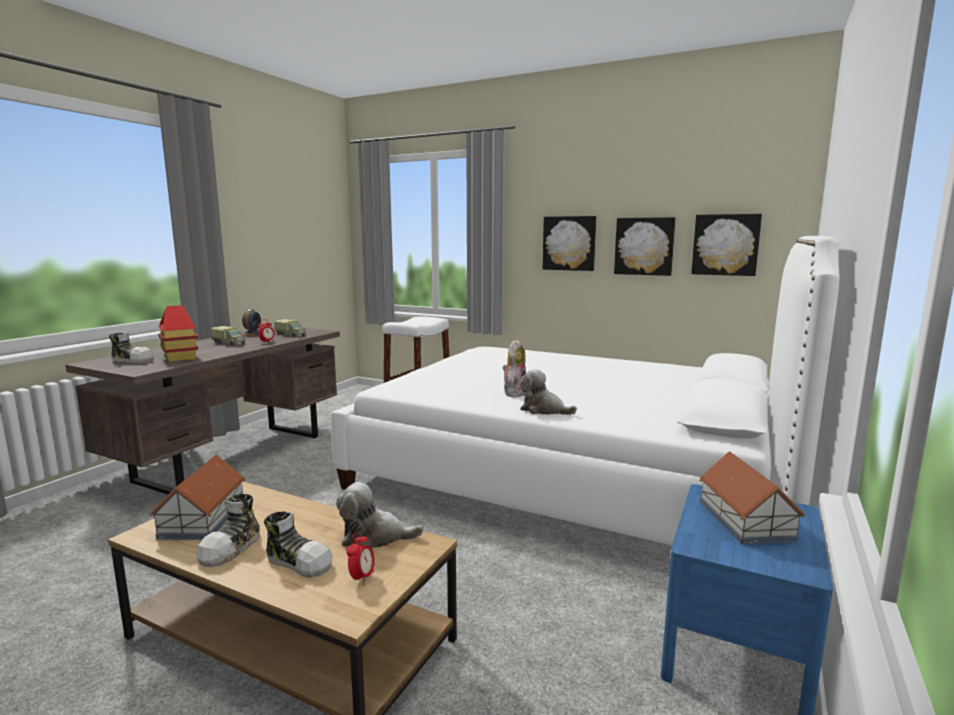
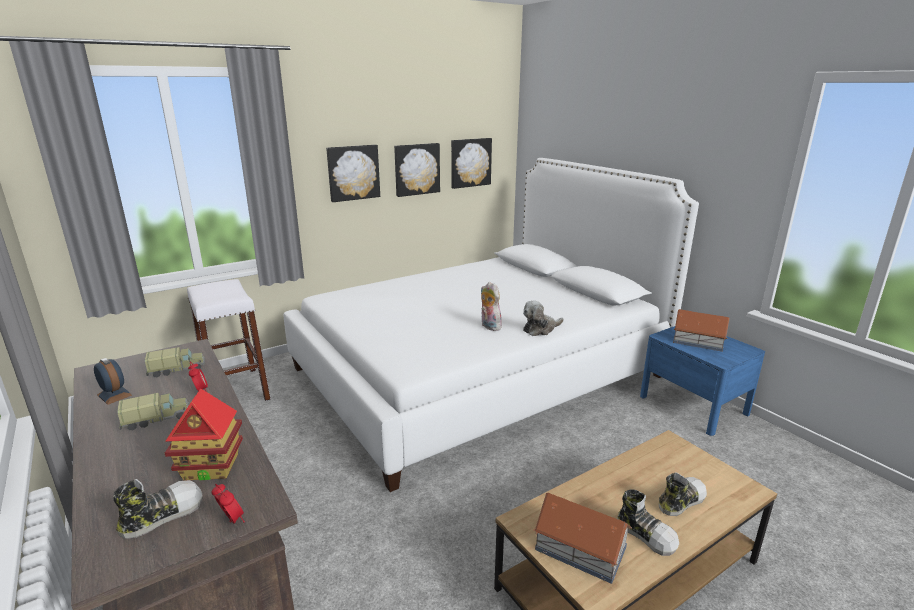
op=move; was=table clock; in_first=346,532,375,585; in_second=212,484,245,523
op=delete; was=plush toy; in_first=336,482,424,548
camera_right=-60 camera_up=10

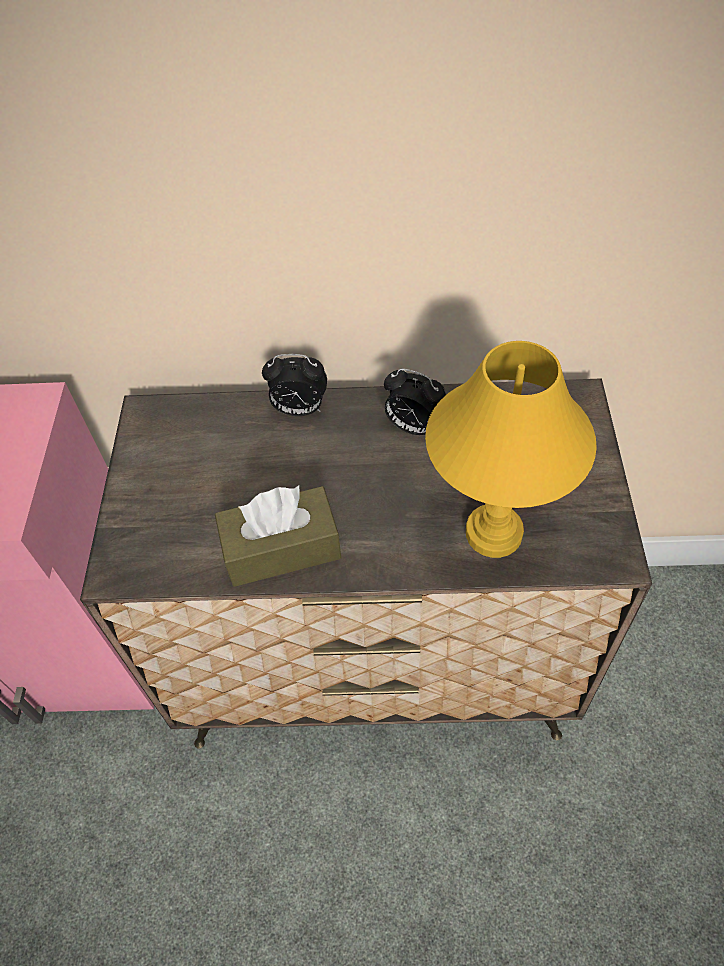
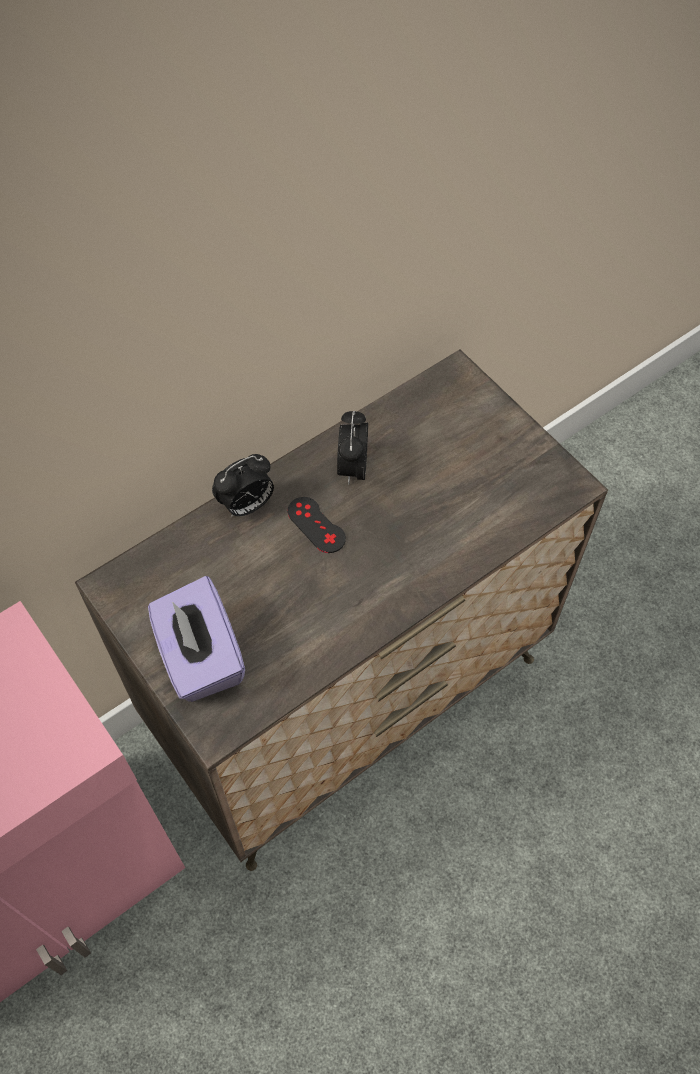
op=insert; now=purplish tissue holder; in_second=148,576,245,702
op=insert; now=black-coloured game controller; in_second=287,497,346,553
op=rotate; was=table clock; in_first=384,368,446,435; in_second=337,411,368,485; clockwise=105
op=delete; was=brown-coloured tissue holder; in_first=215,486,341,587
op=delete; was=yellow lamp for a table; in_first=425,341,597,558
camera_right=-40 camera_up=5

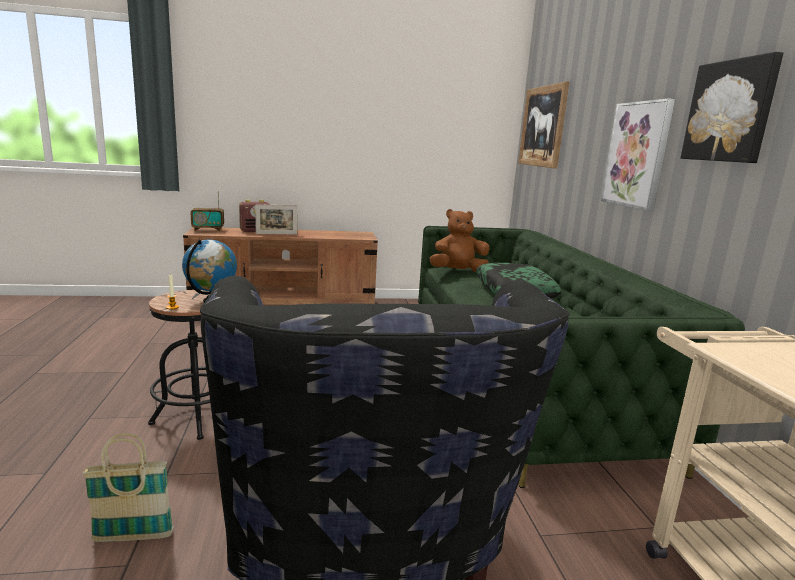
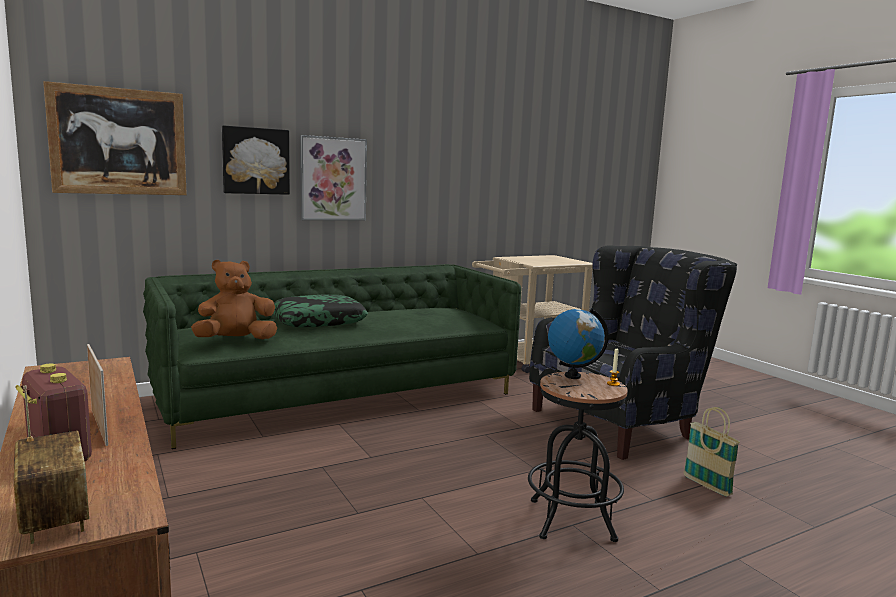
op=rotate; was=brown-coloured plush toy; in_first=430,209,489,272; in_second=191,260,277,339; clockwise=90
op=move; was=picture; in_first=681,52,783,163; in_second=222,126,290,195
camera_right=-110 camera_up=-5

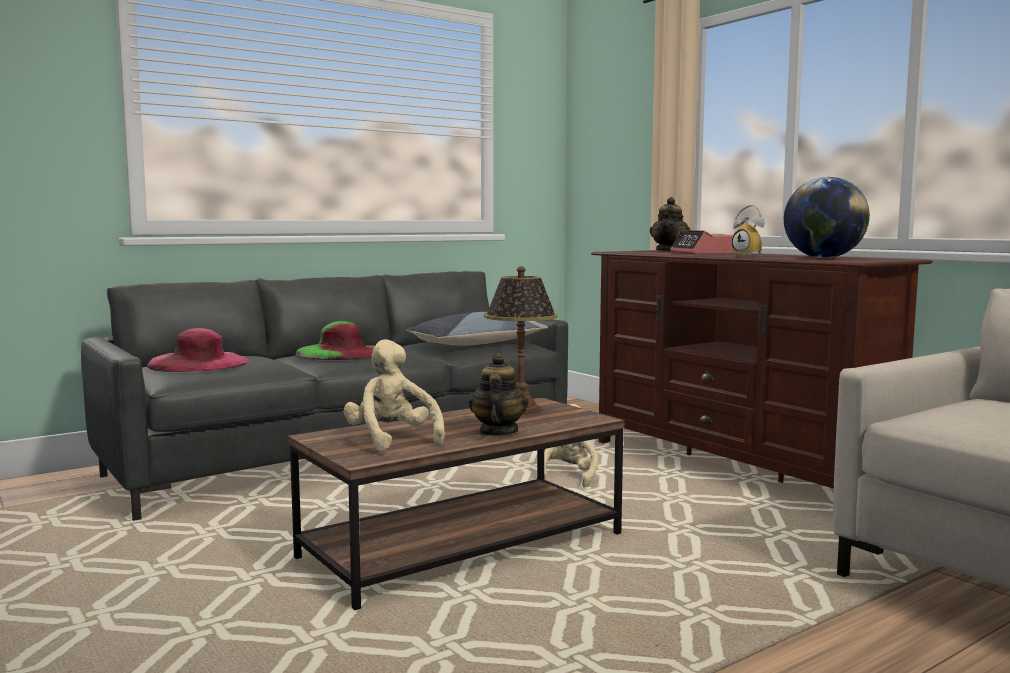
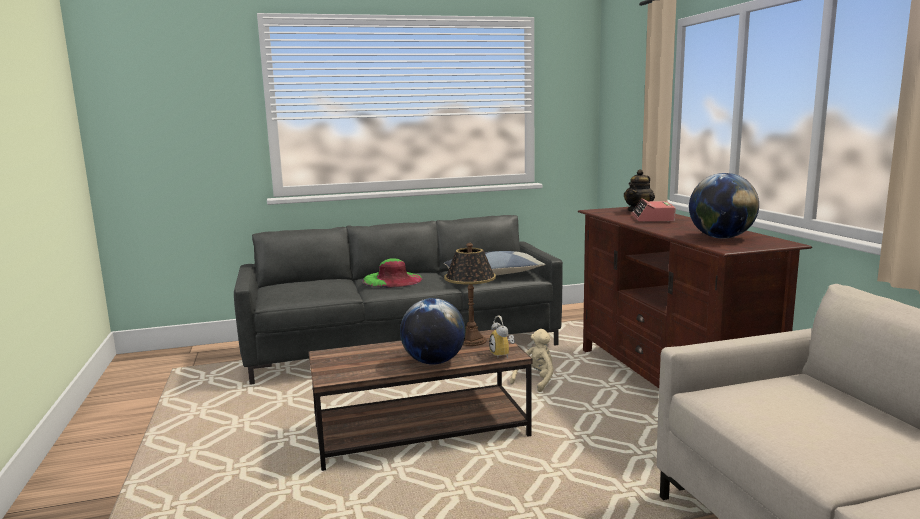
op=replace; was=teapot; now=globe; in_first=468,353,529,436; in_second=400,298,466,365
op=move; was=table clock; in_first=731,205,765,257; in_second=489,315,515,358
op=delete; was=pink clothing hat; in_first=147,328,249,372
op=delete; was=beige plush toy; in_first=343,339,445,452
camera_right=20 camera_up=5

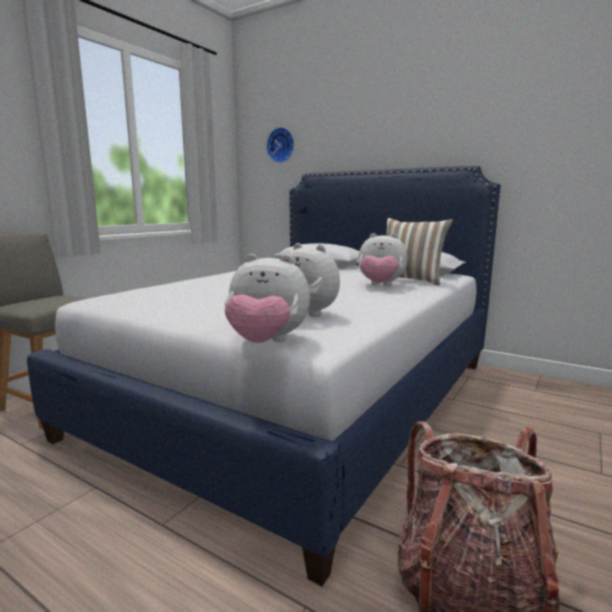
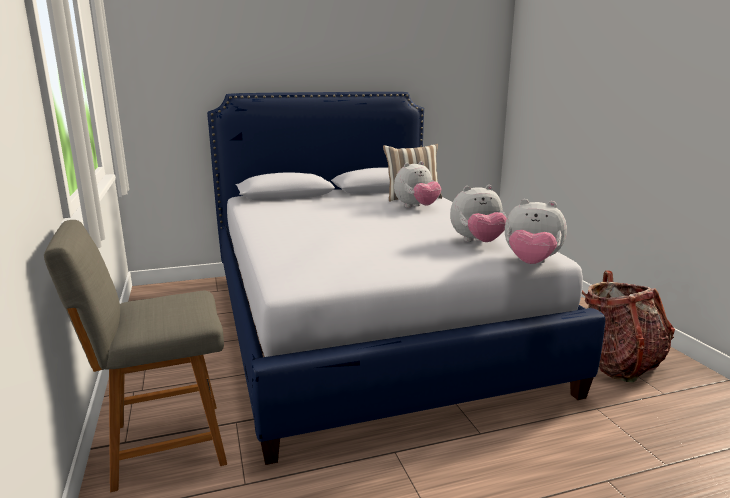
op=rotate; was=plush toy; in_first=225,254,310,343; in_second=505,199,567,264; clockwise=60
op=delete; was=hanging clock; in_first=266,127,294,163
camera_right=-50 camera_up=5

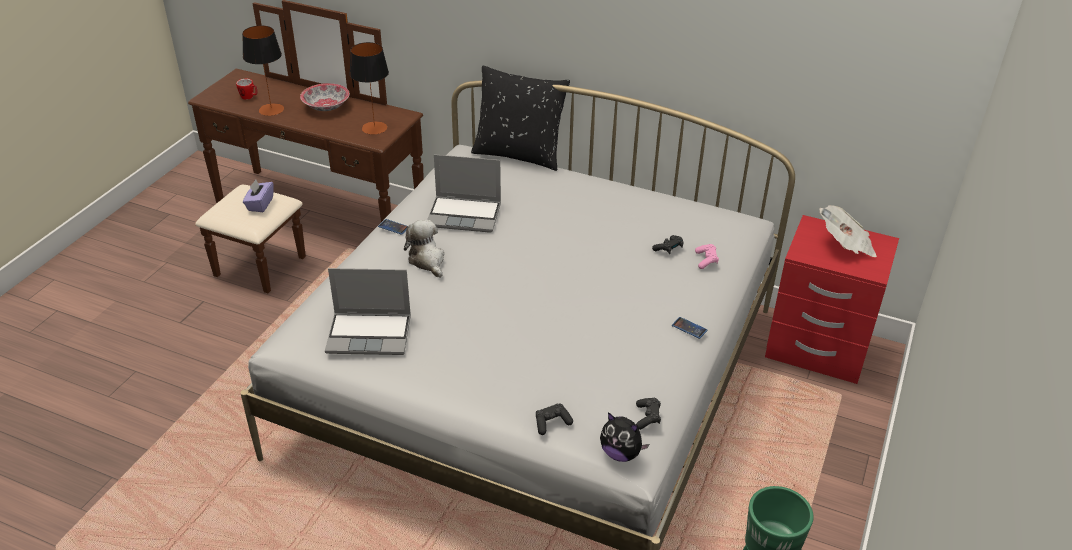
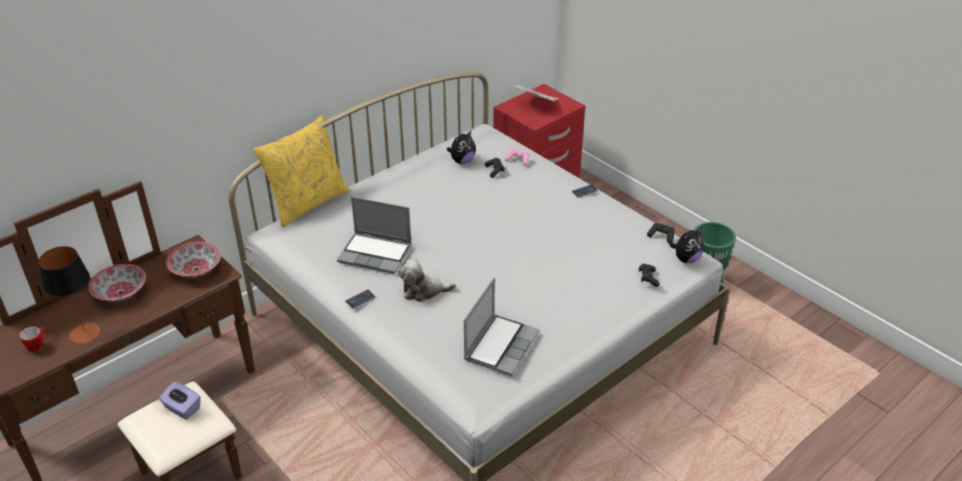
op=replace; was=lamp for a table; now=deep dish; in_first=349,42,389,134; in_second=166,242,221,278
op=recolor; was=black-coloured pillow; now=yellow pillow; in_first=471,66,570,171; in_second=253,115,350,227
op=rotate; was=laptop; in_first=427,154,501,233; in_second=337,197,412,274; clockwise=75
op=insert; now=plush toy; in_second=447,131,476,164
camera_right=-65 camera_up=0

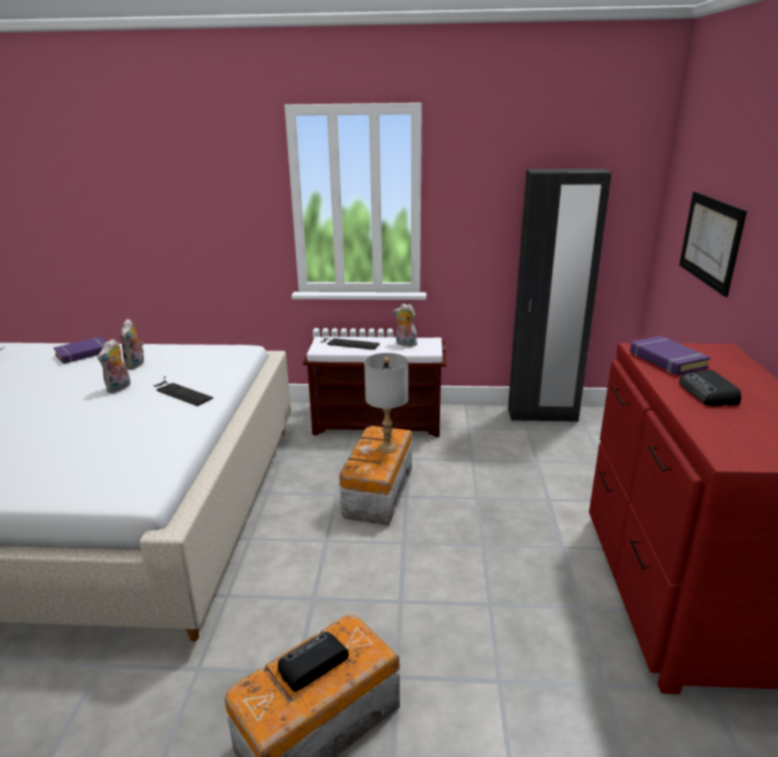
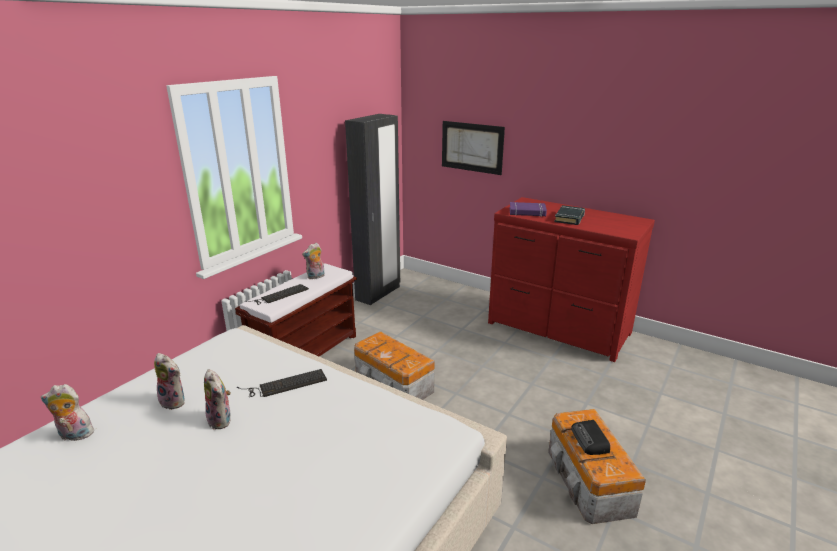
op=replace; was=purplish bound book; now=plush toy; in_first=54,336,107,364; in_second=41,384,94,441
op=replace; was=radio; now=black-coloured bound book; in_first=679,370,741,406; in_second=554,205,585,225
op=delete; was=greyish lamp for a table; in_first=364,353,408,453
camera_right=-60 camera_up=0

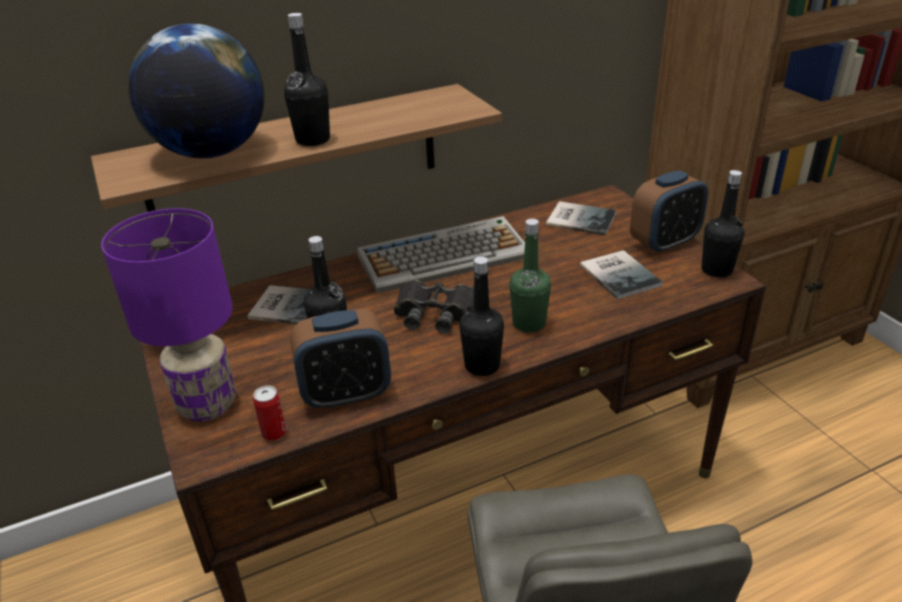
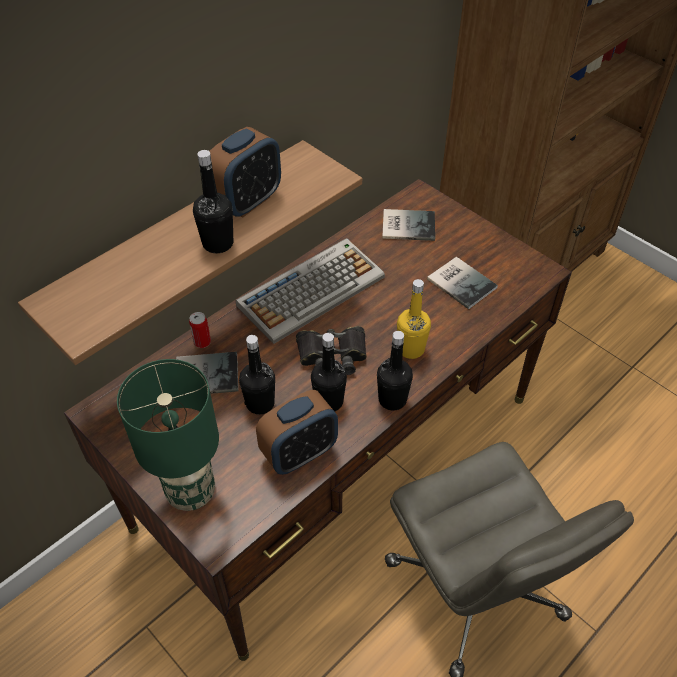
op=recolor; was=purplish lamp for a table; now=green lamp for a table; in_first=101,208,236,421; in_second=117,359,219,511
op=move; was=sealed can; in_first=253,386,286,441; in_second=189,312,211,348
op=move; was=table clock; in_first=630,170,708,254; in_second=209,127,281,218
op=move; was=black-coloured beverage bottle; in_first=702,170,745,278; in_second=311,333,347,411
op=recolor; was=green beverage bottle; now=yellow beverage bottle; in_first=509,219,551,333; in_second=397,279,431,359
op=delete; was=globe; in_first=128,24,265,158
camera_right=-20 camera_up=15

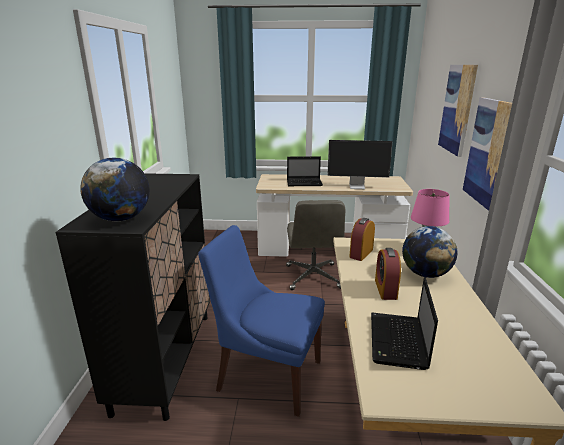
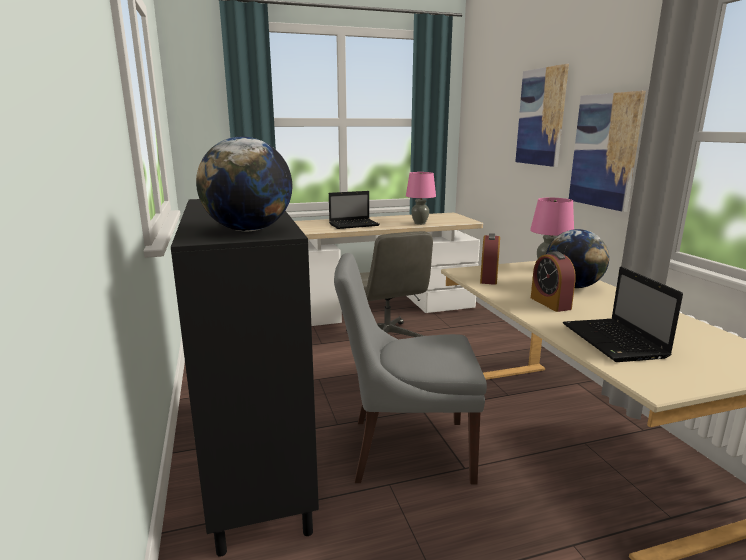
op=recolor; was=blue-coloured chair; now=greyish chair; in_first=198,225,325,417; in_second=334,253,487,484
op=replace; was=computer display; now=pink lamp for a table; in_first=327,140,392,189; in_second=406,172,436,225
camera_right=-20 camera_up=-5

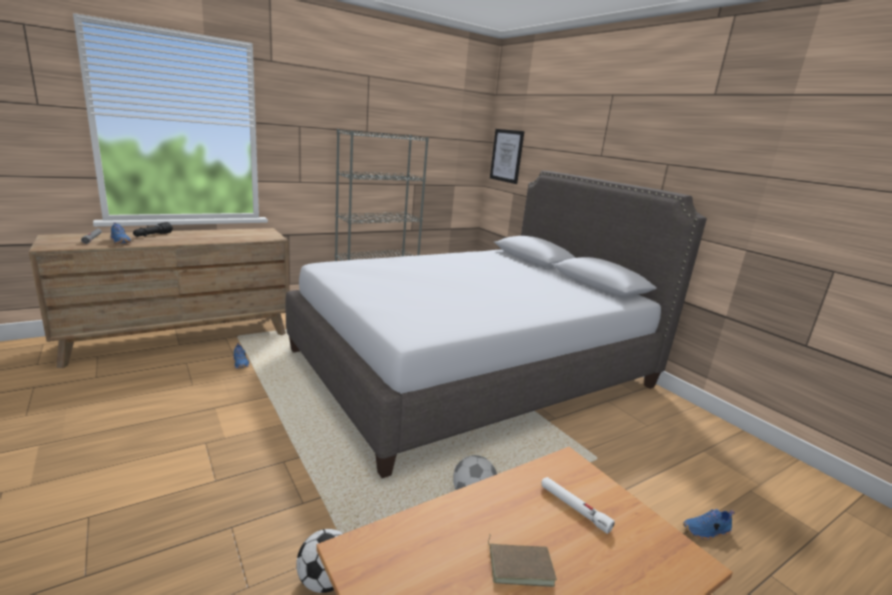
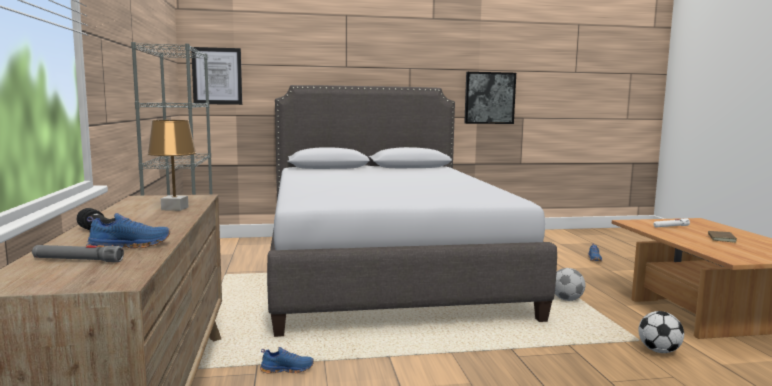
op=insert; now=brown-coloured lamp for a table; in_second=147,120,196,211
op=insert; now=picture; in_second=464,72,516,124
camera_right=-65 camera_up=-10

